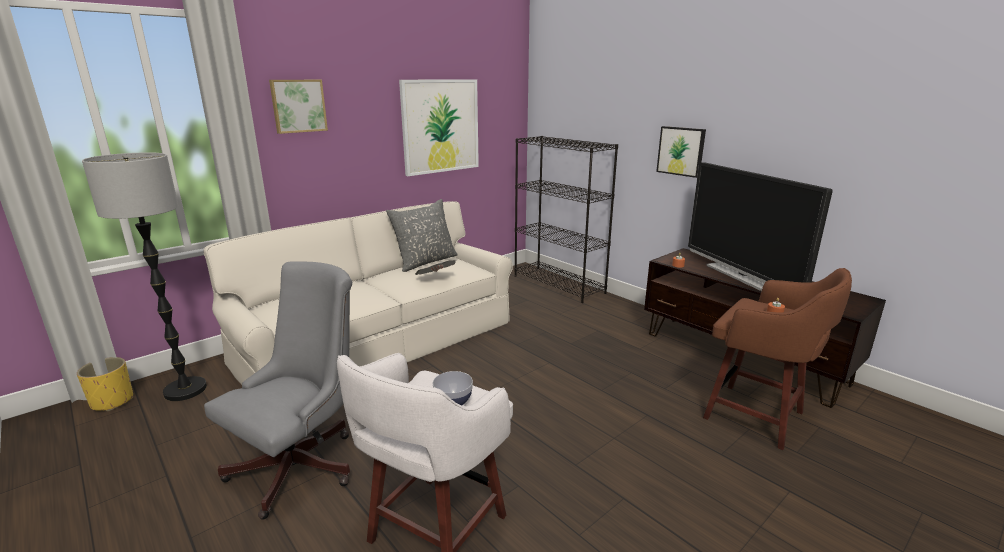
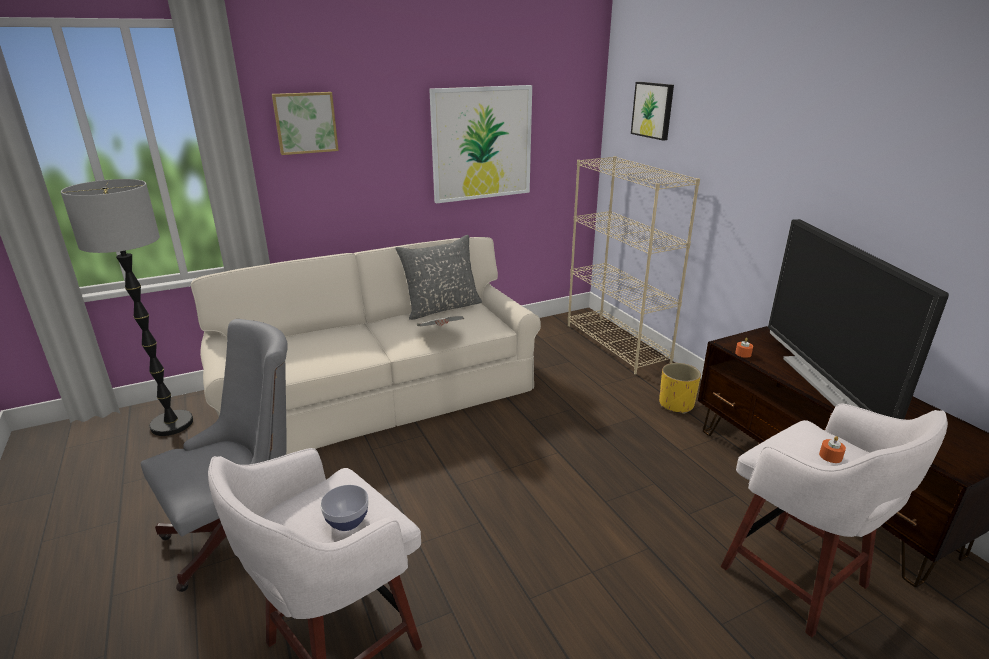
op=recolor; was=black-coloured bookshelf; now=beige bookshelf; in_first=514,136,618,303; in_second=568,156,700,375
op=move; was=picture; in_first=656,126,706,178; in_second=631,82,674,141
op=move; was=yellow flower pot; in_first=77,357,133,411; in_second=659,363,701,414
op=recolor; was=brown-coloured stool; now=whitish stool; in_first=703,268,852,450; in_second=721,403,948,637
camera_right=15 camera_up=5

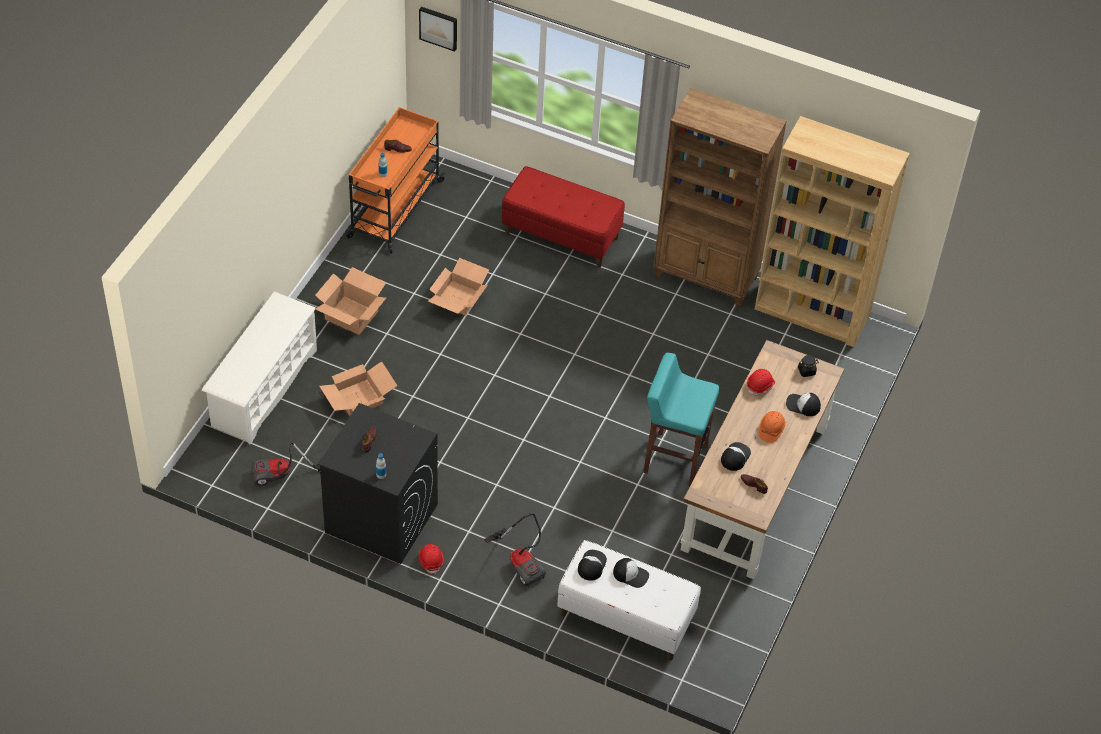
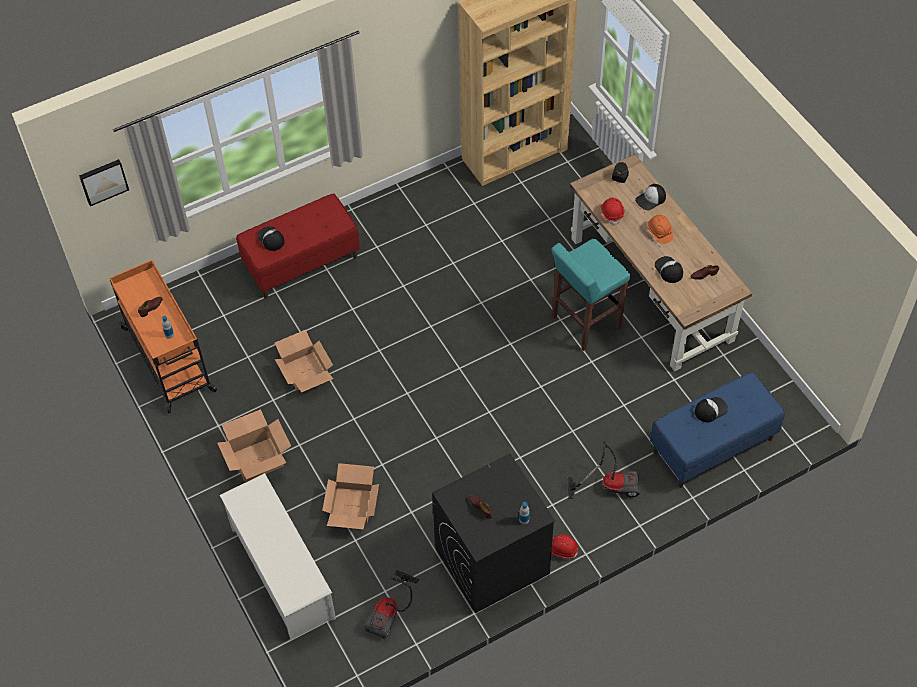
op=move; was=peaked cap; in_first=578,550,607,581; in_second=257,226,285,251
op=recolor; was=whitish long seat; now=blue-coloured long seat; in_first=557,540,701,660; in_second=650,372,785,488
op=delete; was=brown-coloured bookshelf; in_first=653,88,787,307
camera_right=-50 camera_up=5

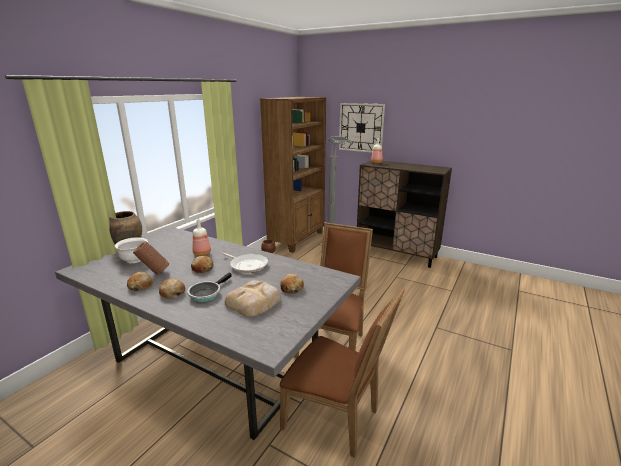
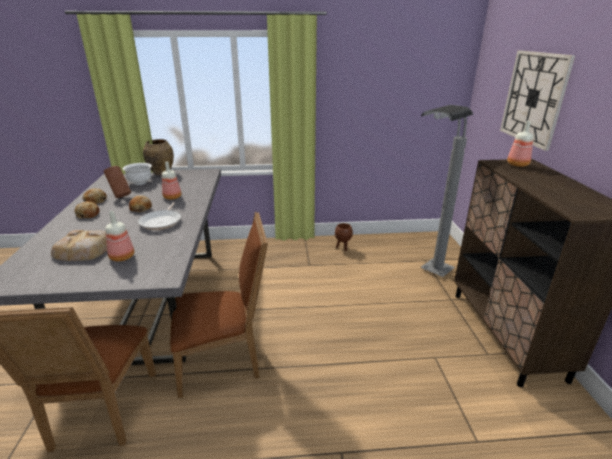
op=replace; was=bread; now=beverage bottle; in_first=280,274,304,294; in_second=105,211,134,261
op=delete; was=pan; in_first=188,273,231,302
op=delete; was=brown-coloured bookshelf; in_first=260,97,326,253
camera_right=55 camera_up=5

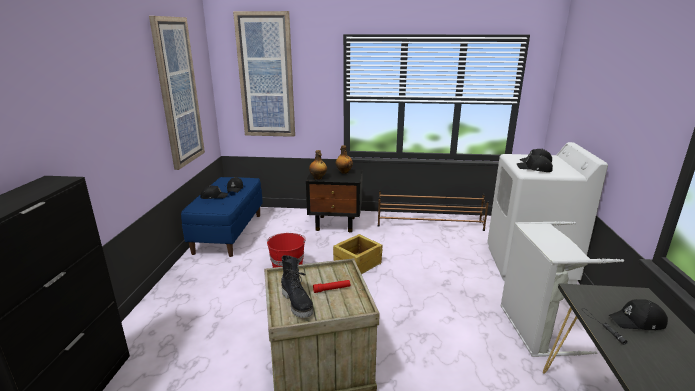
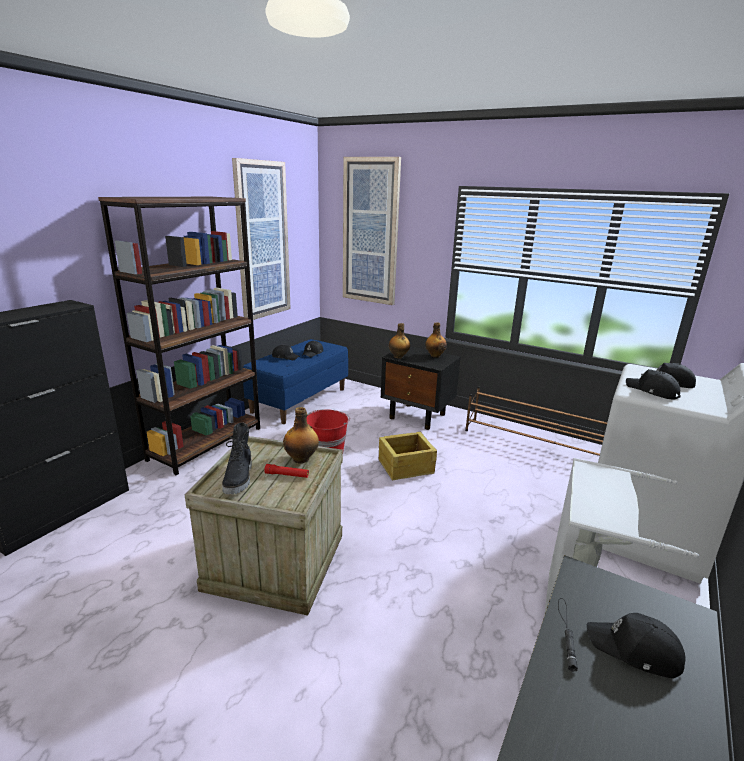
op=insert; now=brown-coloured bookshelf; in_second=98,197,260,475
op=insert; now=beverage bottle; in_second=283,407,319,464
camera_right=25 camera_up=0

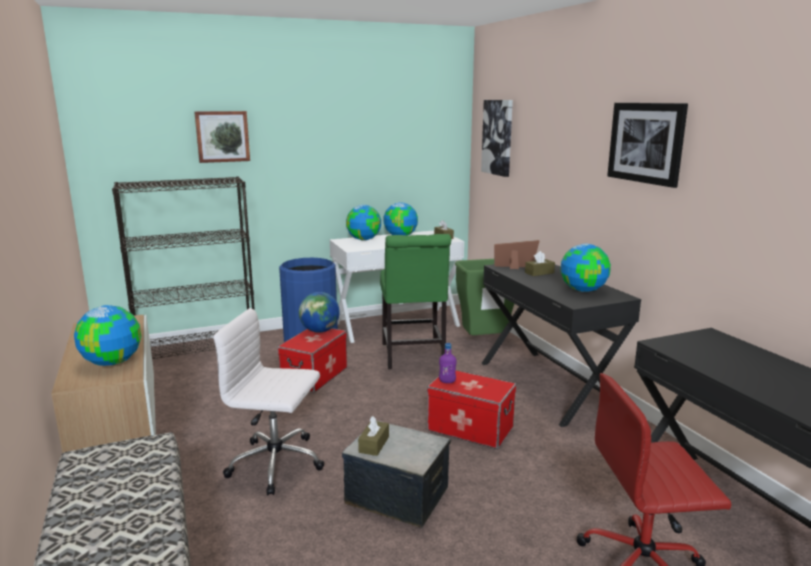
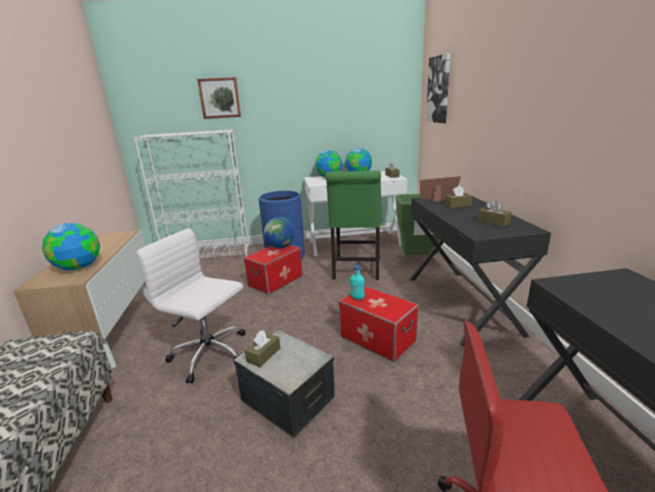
op=recolor; was=black-coloured bookshelf; now=whitish bookshelf; in_first=112,176,255,359; in_second=133,129,249,258
op=recolor; was=purplish beverage bottle; now=turquoise-coloured beverage bottle; in_first=439,343,456,383; in_second=350,265,365,300
op=replace; was=globe; now=brown-coloured tissue holder; in_first=560,244,611,292; in_second=477,200,512,227
op=delete; was=picture; in_first=607,103,688,188
camera_right=15 camera_up=5

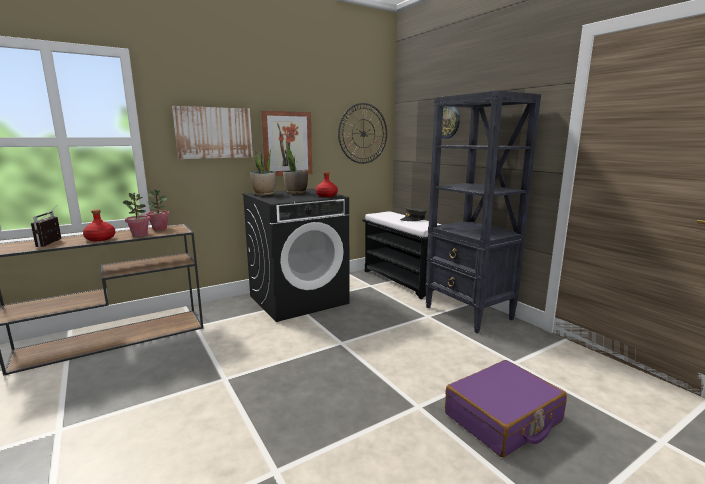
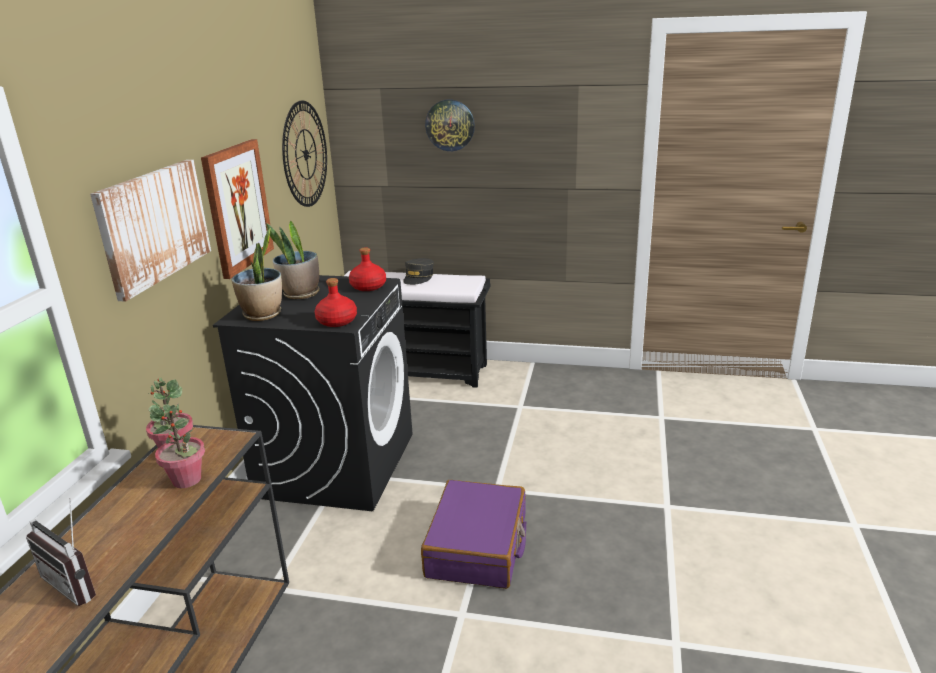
op=move; was=red-coloured beverage bottle; in_first=83,210,115,241; in_second=315,278,357,327
op=move; was=purplish suitcase; in_first=445,360,567,457; in_second=421,480,526,589
op=delete; was=black-coloured bookshelf; in_first=425,90,541,333
camera_right=-45 camera_up=10

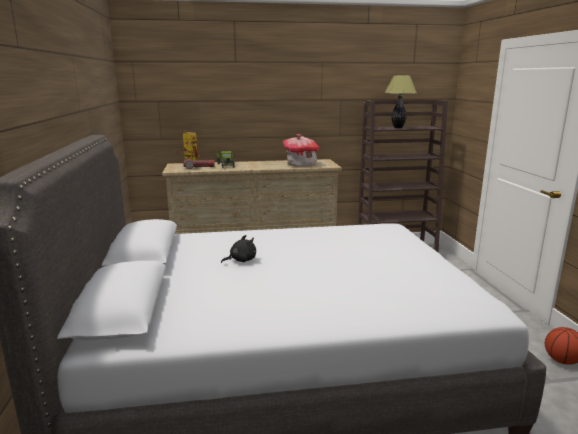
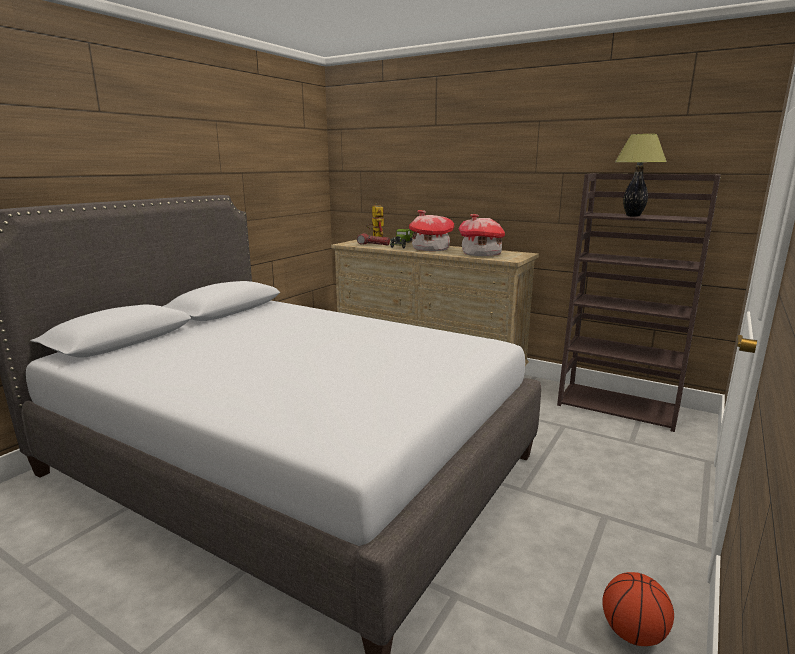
op=insert; now=model house; in_second=409,210,454,251
op=delete; was=black-coloured plush toy; in_first=221,235,256,263
camera_right=40 camera_up=0

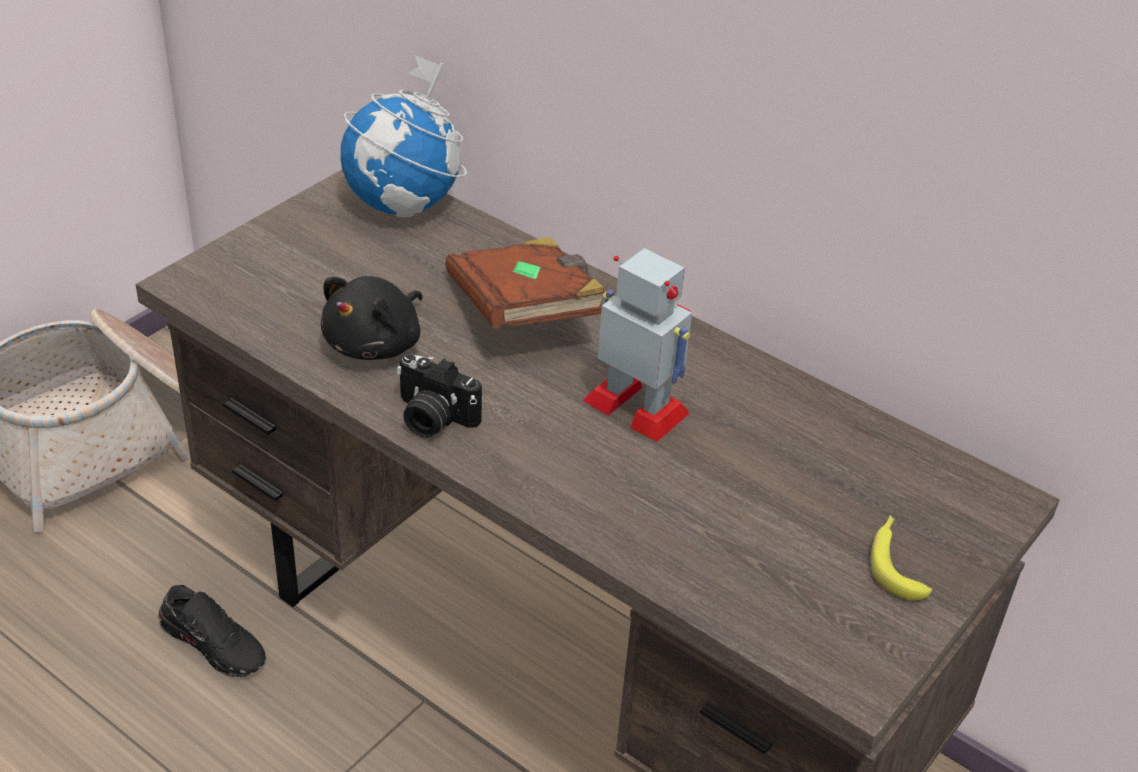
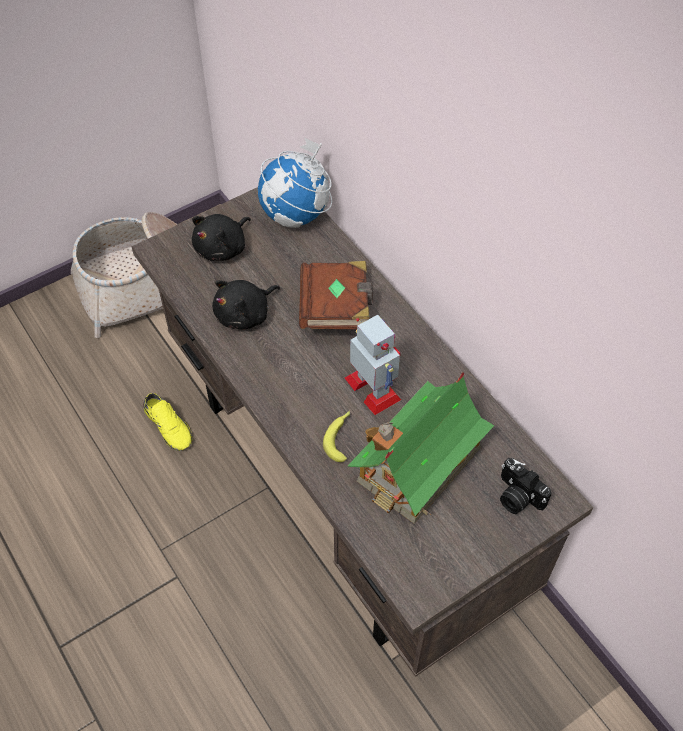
op=recolor; was=black-coloured shoe; now=yellow shoe; in_first=158,585,266,677; in_second=143,393,192,451
op=insert; now=black-coloured plush toy; in_second=192,214,251,261
op=move; was=banana; in_first=871,515,932,600; in_second=323,411,350,462
op=insert; now=model house; in_second=347,372,494,524
op=move; was=photo camera; in_first=397,353,482,438; in_second=500,458,552,514
camera_right=20 camera_up=15

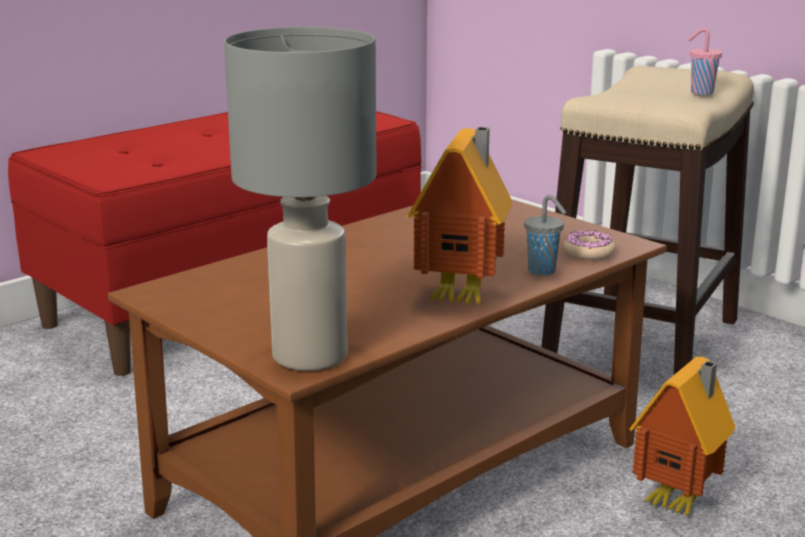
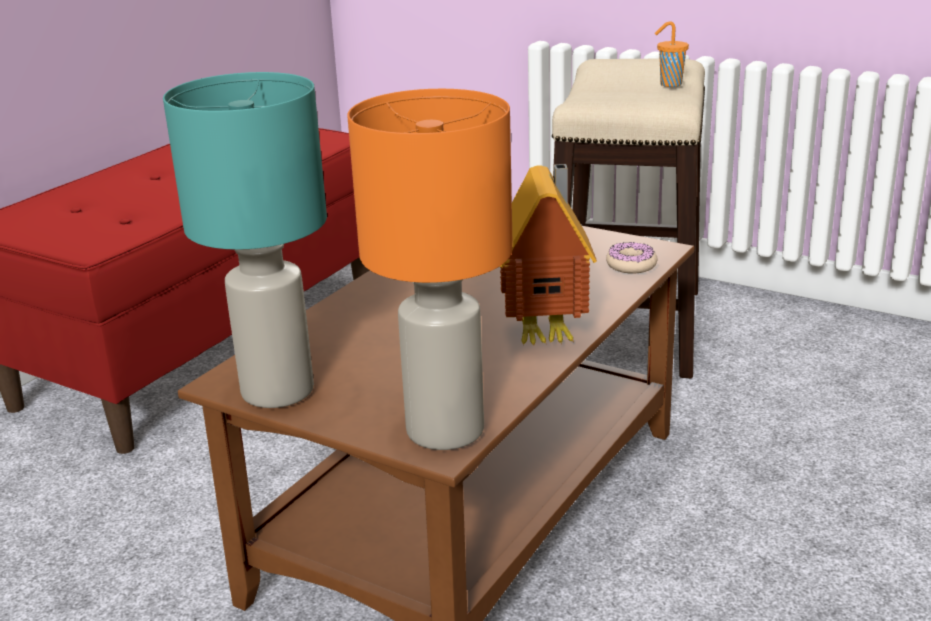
op=insert; now=turquoise-coloured lamp for a table; in_second=163,72,327,408
op=recolor; was=greyish lamp for a table; now=orange lamp for a table; in_first=224,27,377,371; in_second=348,89,513,450
op=recolor; was=pink small cup; now=orange small cup; in_first=688,28,722,95; in_second=655,21,689,87
op=delete; was=greyish small cup; in_first=524,195,567,275
op=delete; was=model house; in_first=630,357,736,516
camera_right=-15 camera_up=5

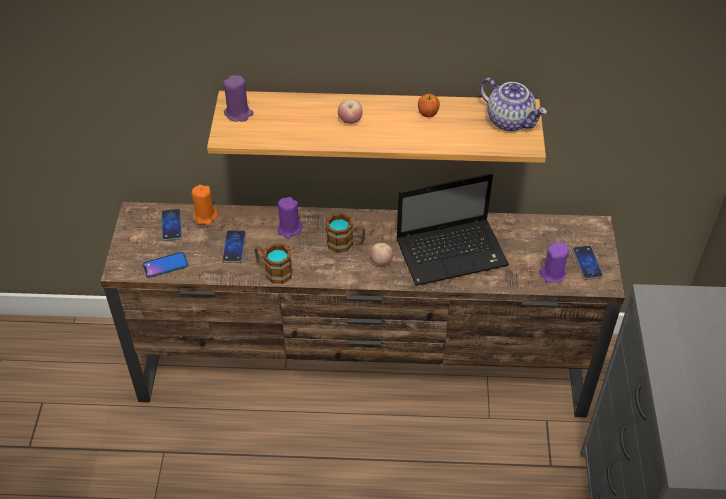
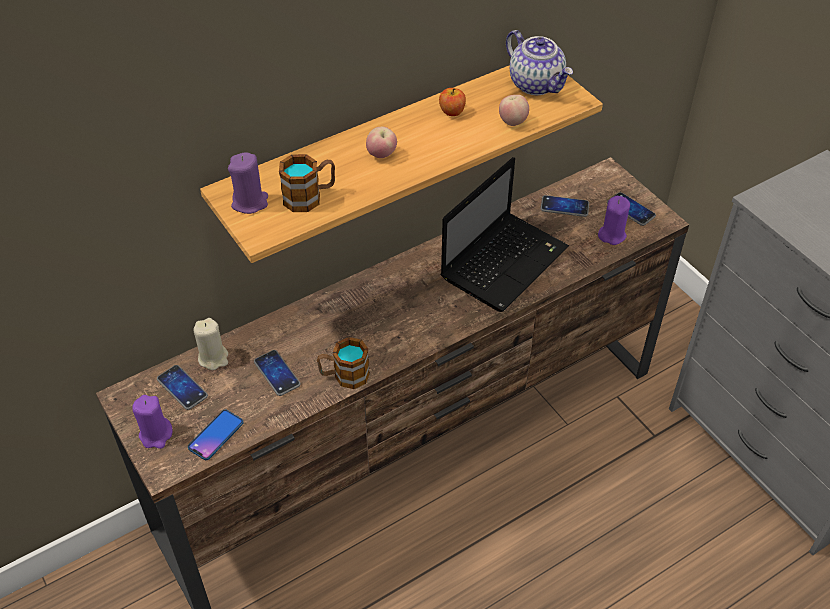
op=move; was=purplish candle; in_first=278,197,303,239; in_second=132,395,173,449
op=recolor; was=orange candle; now=beige candle; in_first=192,185,217,225; in_second=194,318,228,370
op=move; was=coffee mug; in_first=326,213,365,253; in_second=279,154,335,212
op=move; was=apple fruit; in_first=371,243,393,266; in_second=499,95,529,126
op=rotate; was=teapot; in_first=479,78,547,131; in_second=506,30,573,95; clockwise=45
op=insert; now=telephone; in_second=541,195,589,217
camera_right=-35 camera_up=0

